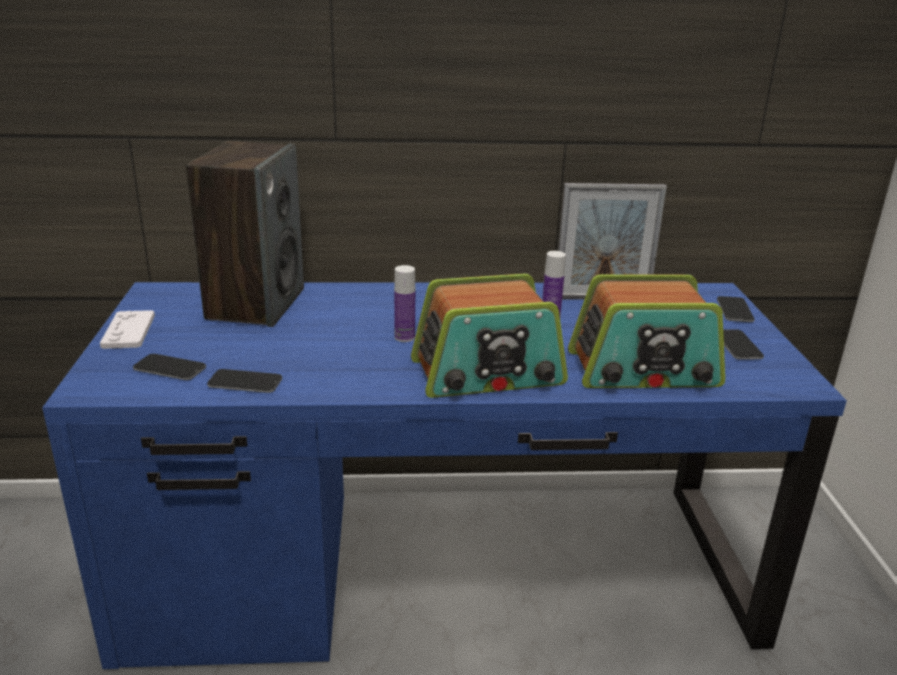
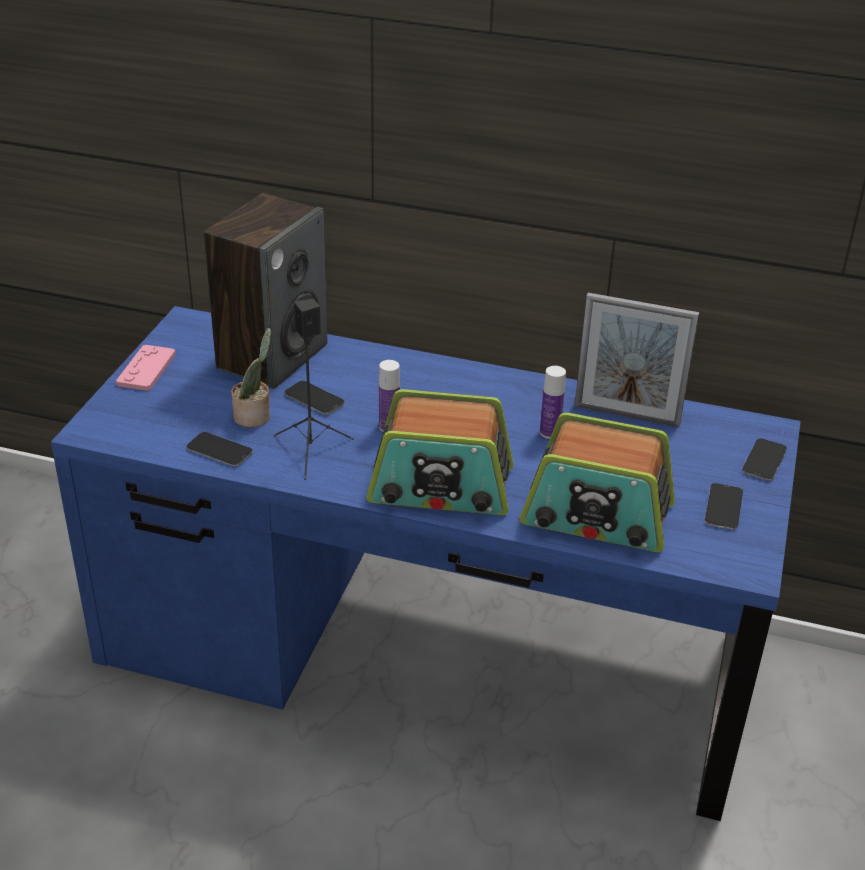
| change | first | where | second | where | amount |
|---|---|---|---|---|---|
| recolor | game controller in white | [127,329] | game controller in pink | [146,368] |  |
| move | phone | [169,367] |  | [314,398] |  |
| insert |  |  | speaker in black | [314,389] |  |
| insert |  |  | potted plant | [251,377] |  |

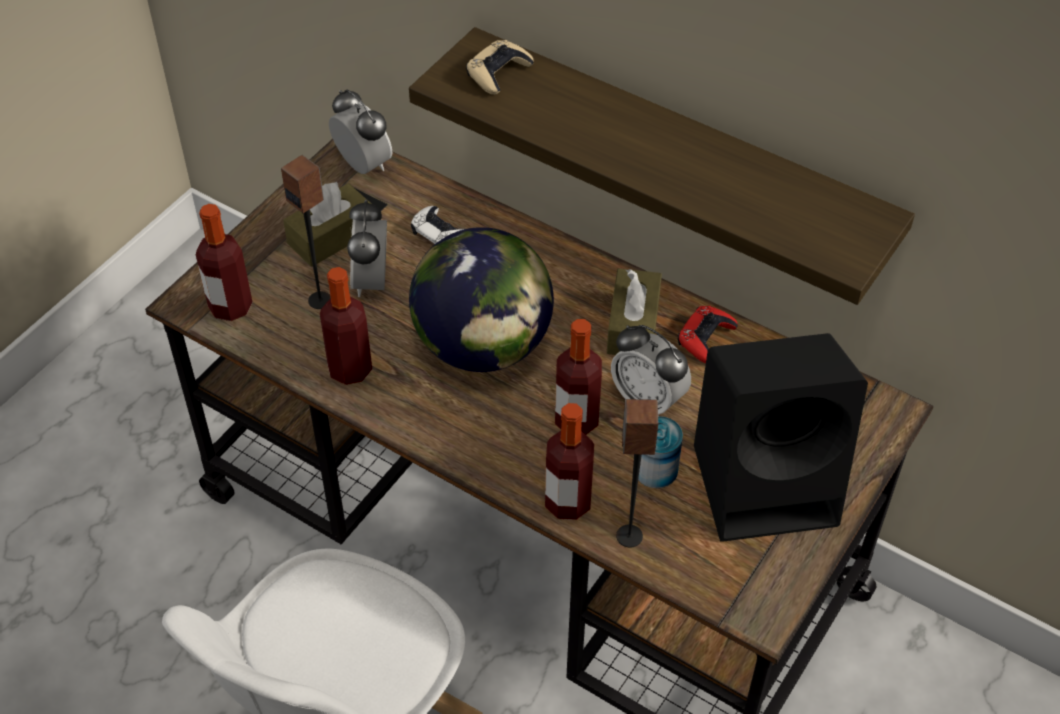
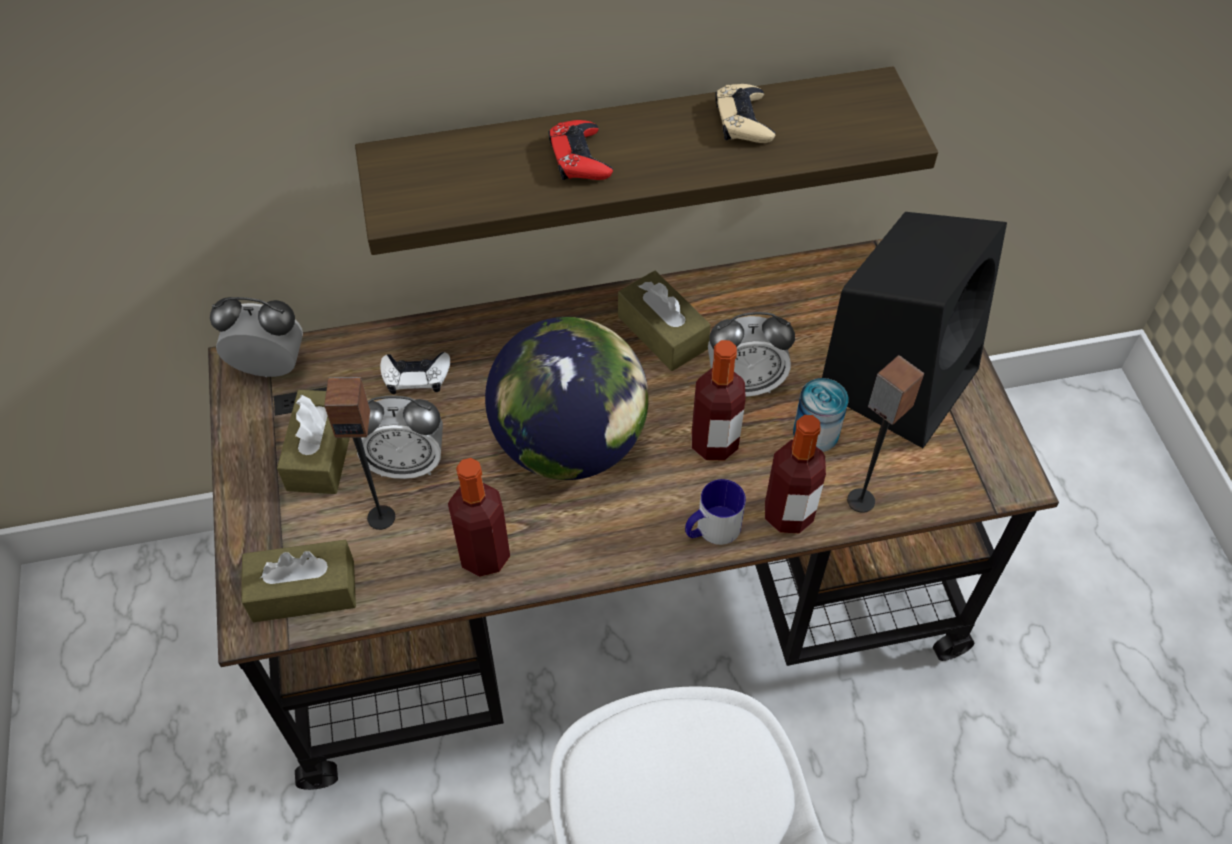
| change | first | where | second | where | amount |
|---|---|---|---|---|---|
| move | game controller in beige | [500,67] |  | [745,113] |  |
| rotate | alarm clock | [367,248] |  | [400,437] | 45 degrees counterclockwise |
| replace | bottle | [224,262] | tissue box in brown | [298,581] |  |
| move | game controller in red | [708,334] |  | [580,150] |  |
| insert |  |  | mug | [715,512] |  |

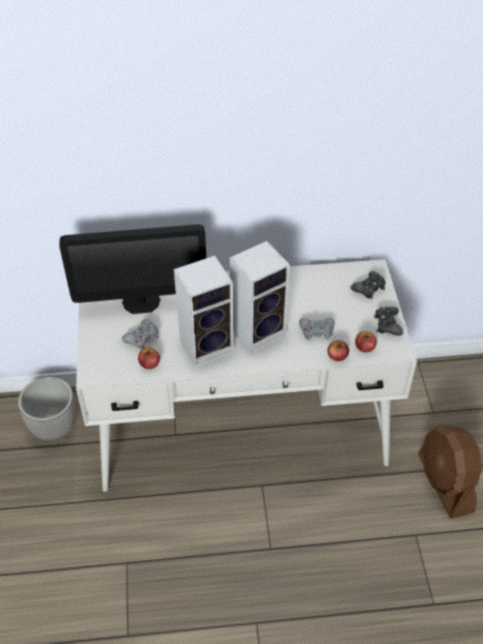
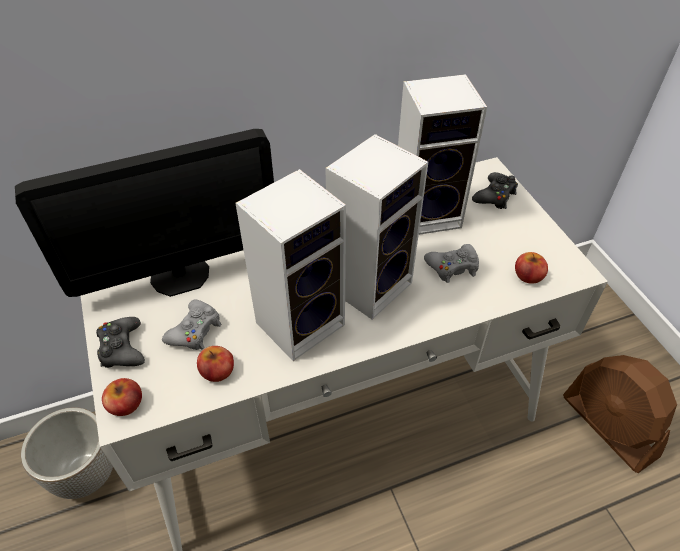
| change | first | where | second | where | amount |
|---|---|---|---|---|---|
| move | game controller in black | [388,321] |  | [120,342] |  |
| move | apple | [338,350] |  | [122,397] |  |
| insert |  |  | speaker | [442,154] |  |

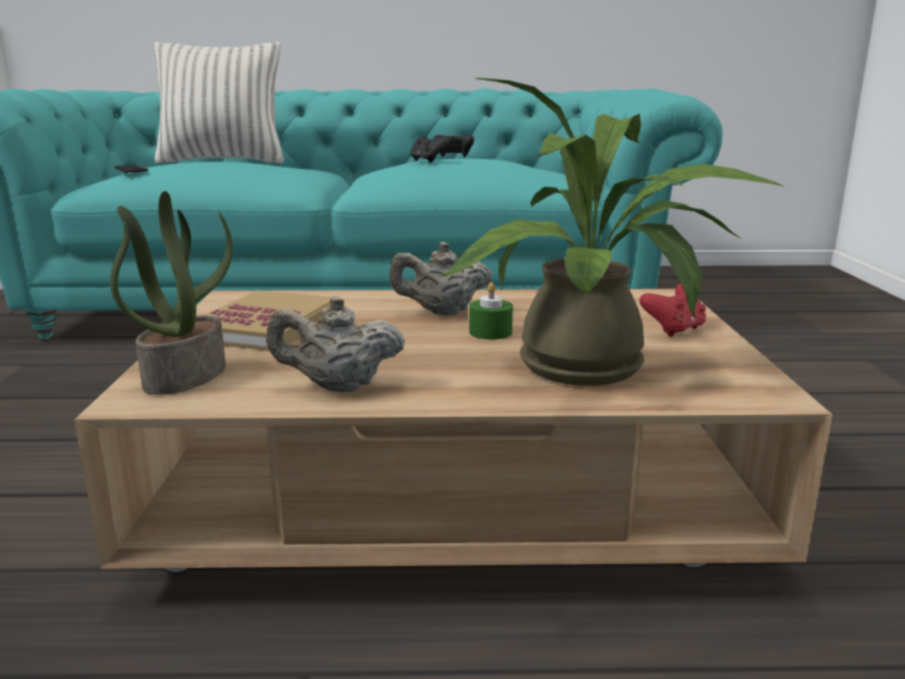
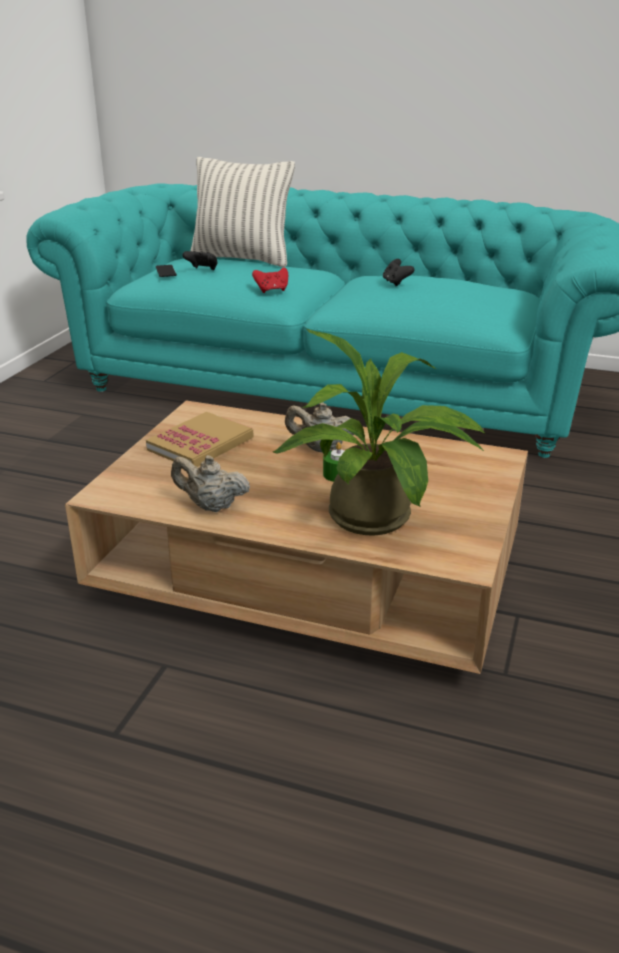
| change | first | where | second | where | amount |
|---|---|---|---|---|---|
| move | game controller in black | [453,146] |  | [199,260] |  |
| delete | potted plant | [171,293] |  |  |  |
| move | game controller in red | [672,310] |  | [270,280] |  |

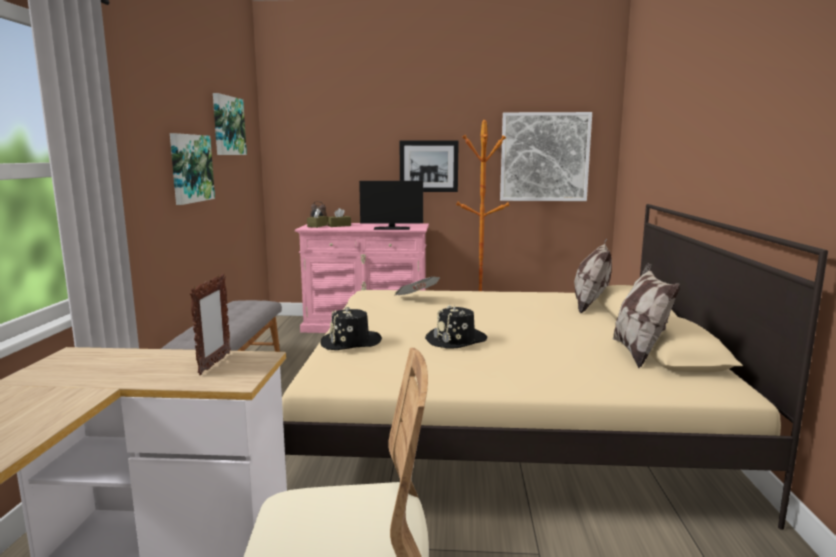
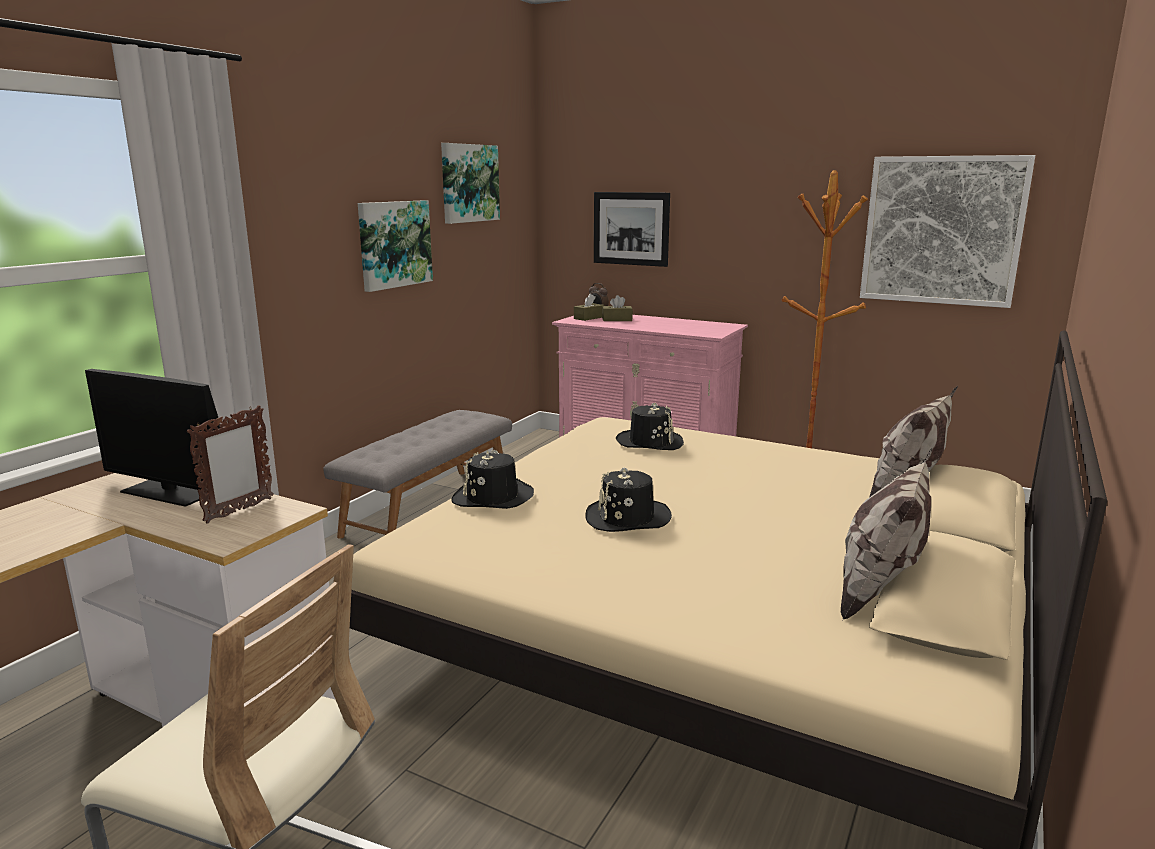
| change | first | where | second | where | amount |
|---|---|---|---|---|---|
| move | picture | [429,166] |  | [632,229] |  |
| move | monitor | [391,205] |  | [152,438] |  |
| replace | newspaper | [417,285] | hat in black | [650,426] |  |

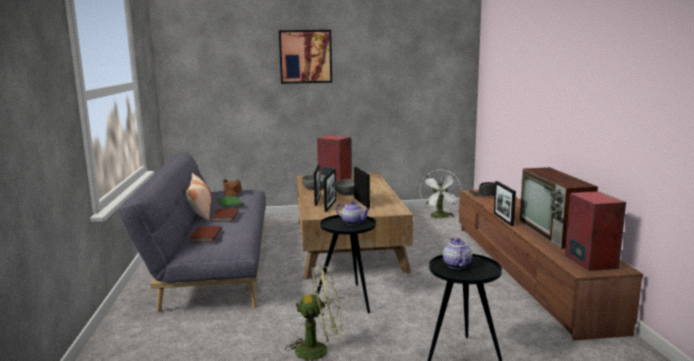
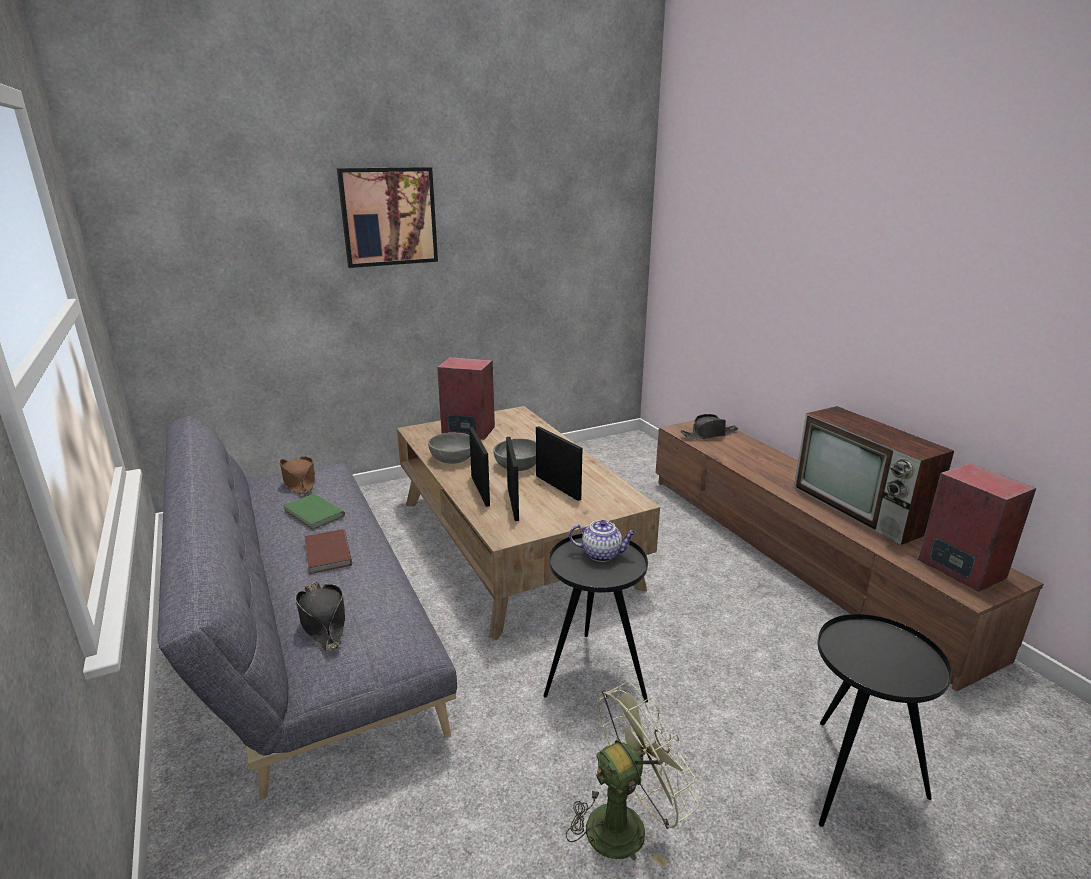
| change | first | where | second | where | amount |
|---|---|---|---|---|---|
| delete | fan in white | [440,194] |  |  |  |
| delete | pillow | [199,197] |  |  |  |
| delete | picture frame | [505,203] |  |  |  |
| replace | book in brown | [205,234] | hat in black | [320,616] |  |
| delete | teapot | [457,253] |  |  |  |

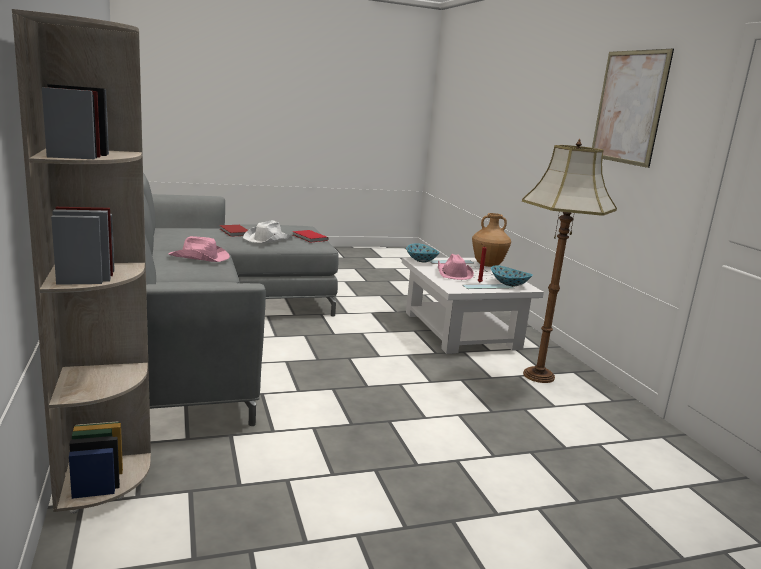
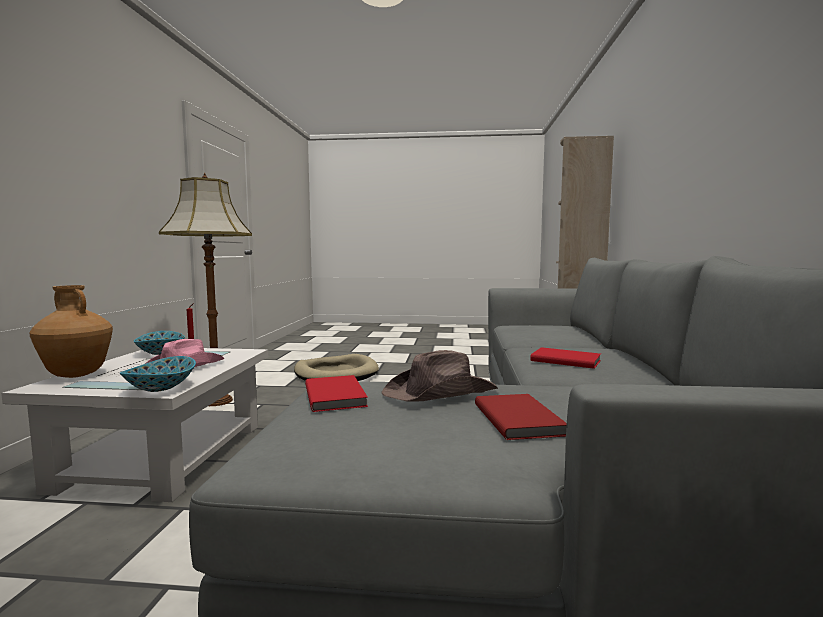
| change | first | where | second | where | amount |
|---|---|---|---|---|---|
| delete | picture | [633,108] |  |  |  |
| recolor | hat in white | [267,231] | hat in brown | [439,376] |  |
| replace | hat in pink | [199,249] | book in red | [565,358] |  |
| insert |  |  | dog bed in beige | [336,367] |  |

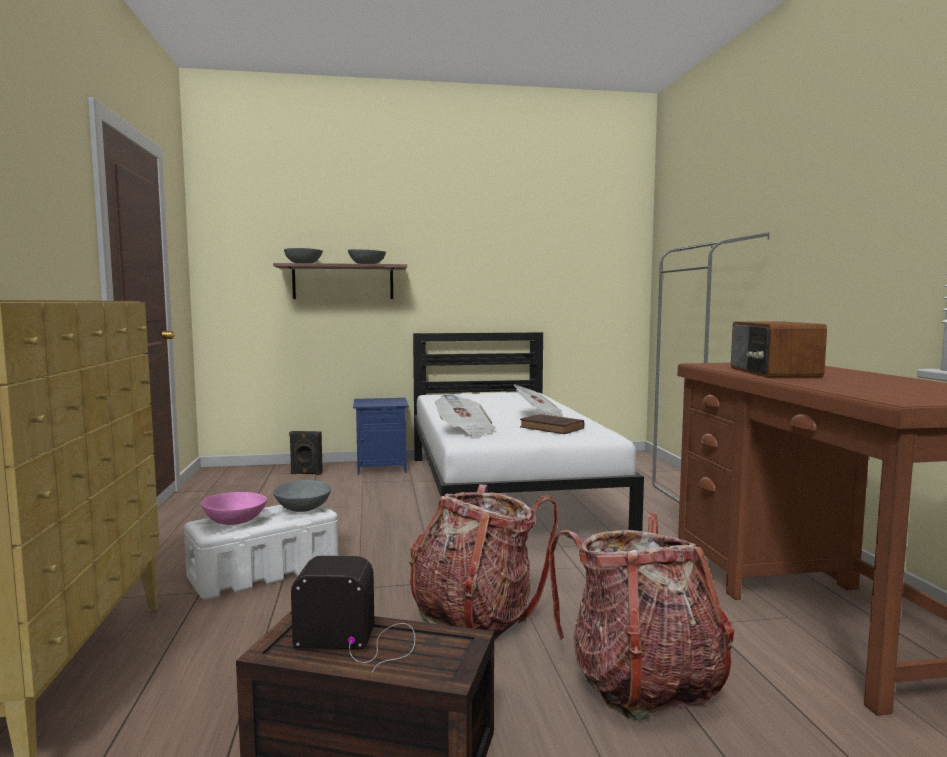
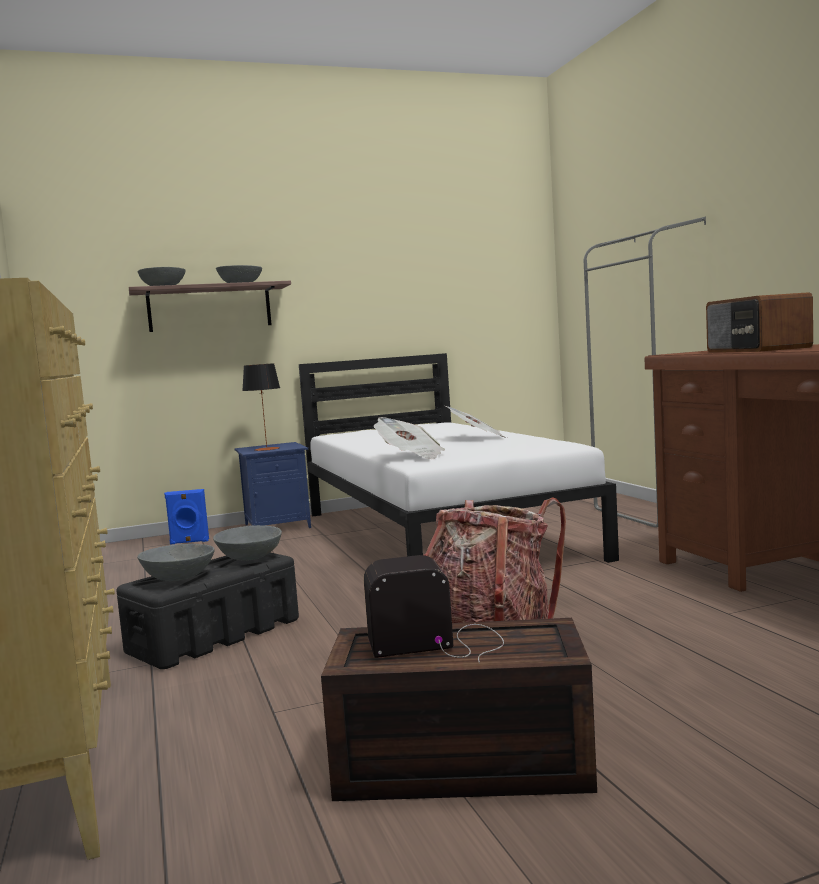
| change | first | where | second | where | amount |
|---|---|---|---|---|---|
| delete | book in brown | [552,424] |  |  |  |
| recolor | speaker in black | [306,453] | speaker in blue | [186,517] |  |
| recolor | bowl in pink | [234,508] | bowl in grey | [176,562] |  |
| recolor | storage box in white | [261,552] | storage box in black | [207,610] |  |
| delete | backpack | [641,617] |  |  |  |
| insert |  |  | table lamp | [261,407] |  |

